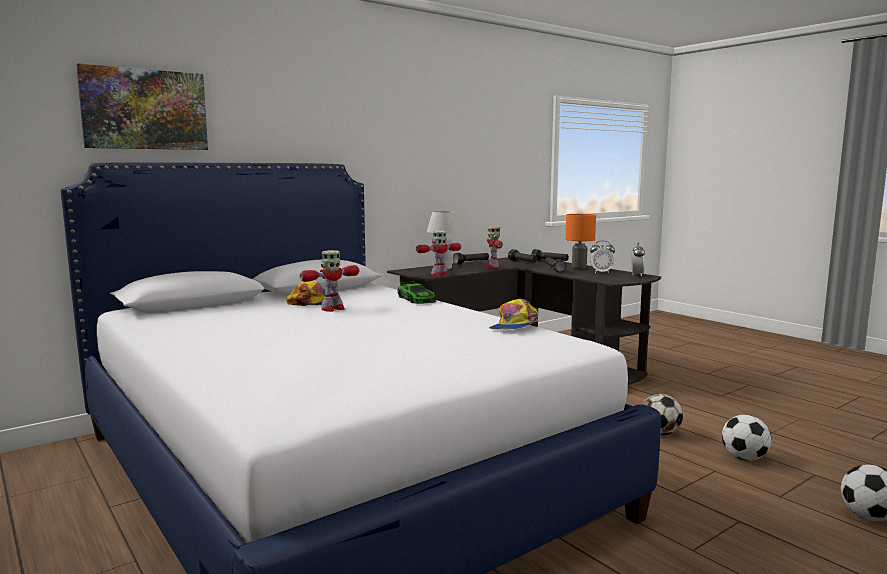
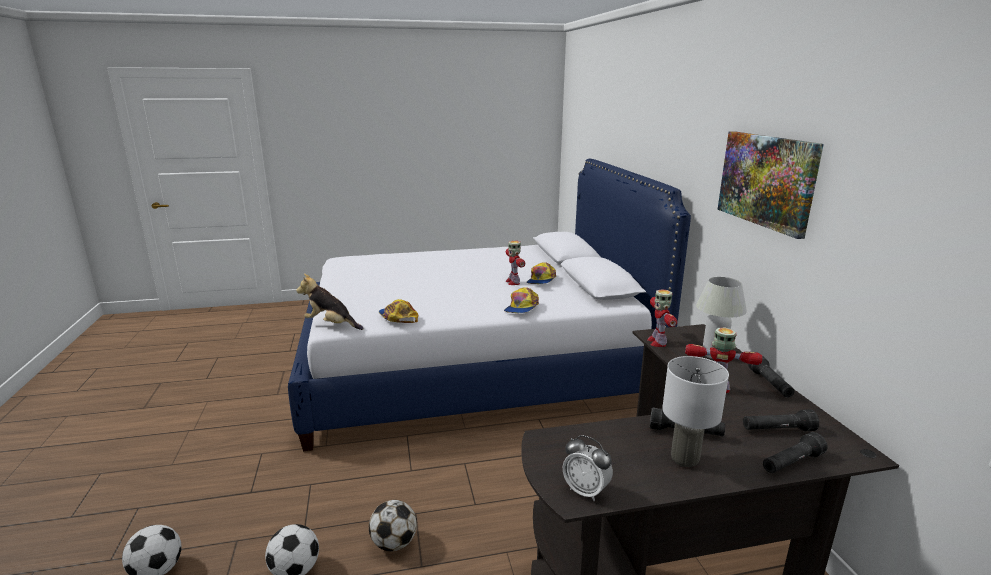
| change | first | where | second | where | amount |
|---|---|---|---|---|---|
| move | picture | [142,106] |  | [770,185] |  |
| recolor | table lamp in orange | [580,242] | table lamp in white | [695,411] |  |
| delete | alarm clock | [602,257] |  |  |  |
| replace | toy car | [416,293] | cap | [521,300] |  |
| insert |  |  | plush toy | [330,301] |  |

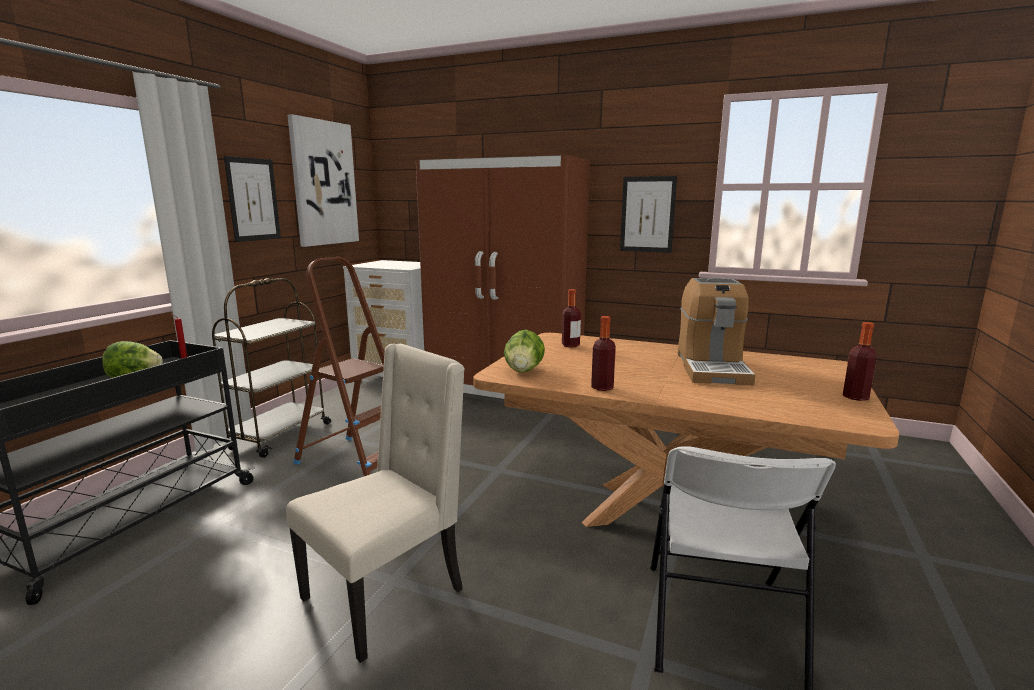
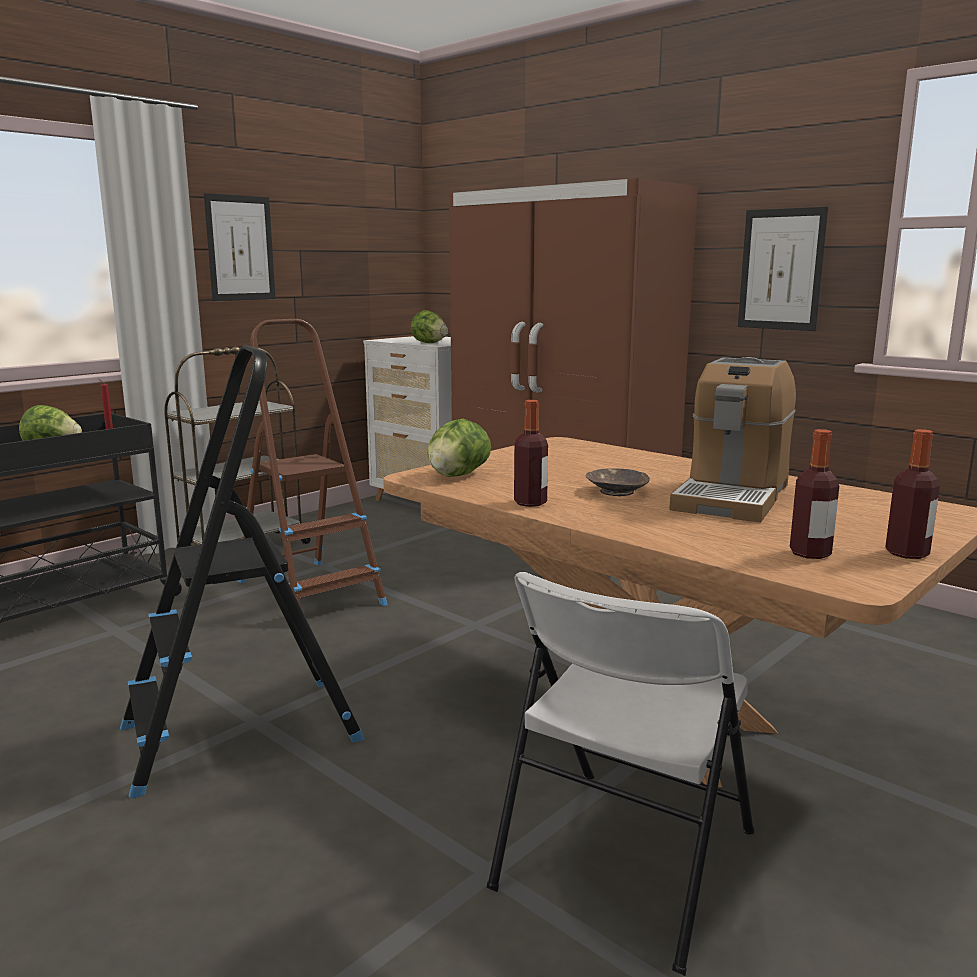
| change | first | where | second | where | amount |
|---|---|---|---|---|---|
| delete | picture | [323,180] |  |  |  |
| move | bottle | [571,318] |  | [814,494] |  |
| replace | chair in beige | [375,503] | step ladder in black | [242,571] |  |
| insert |  |  | lettuce | [429,326] |  |
| insert |  |  | bowl in brown | [617,482] |  |

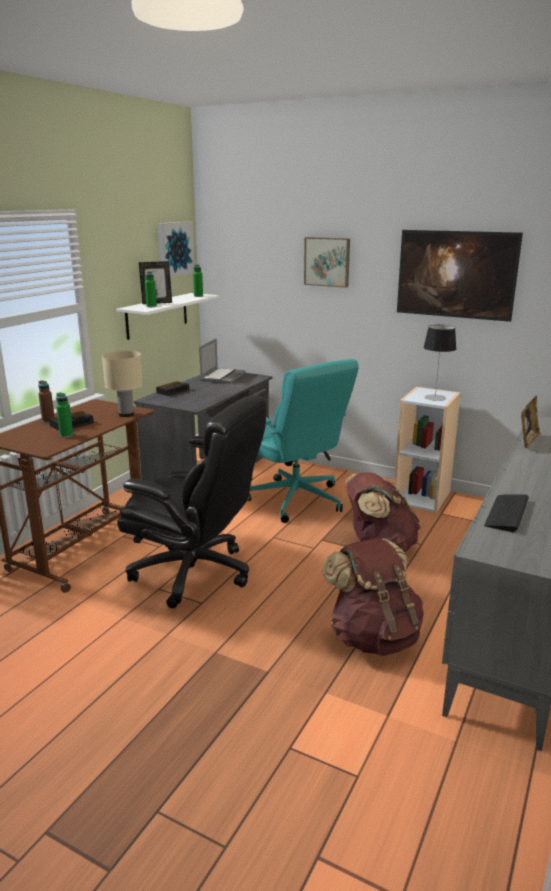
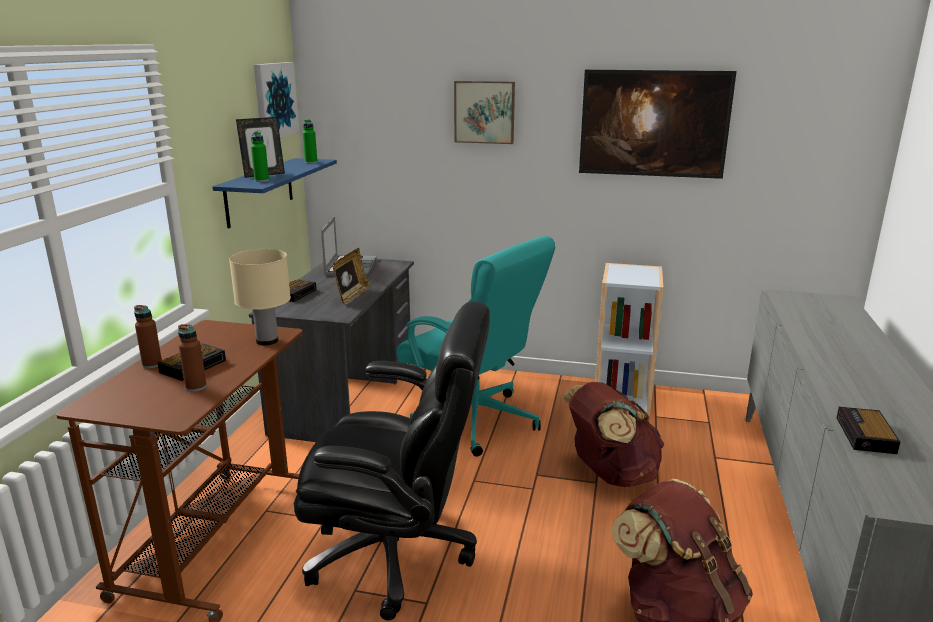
| change | first | where | second | where | amount |
|---|---|---|---|---|---|
| recolor | shelf in white | [167,316] | shelf in blue | [275,193] |  |
| delete | table lamp | [439,363] |  |  |  |
| recolor | bottle in green | [64,415] | bottle in brown | [192,358] |  |
| move | picture frame | [531,423] |  | [351,276] |  |
| replace | keyboard | [506,513] | alarm clock | [868,430] |  |

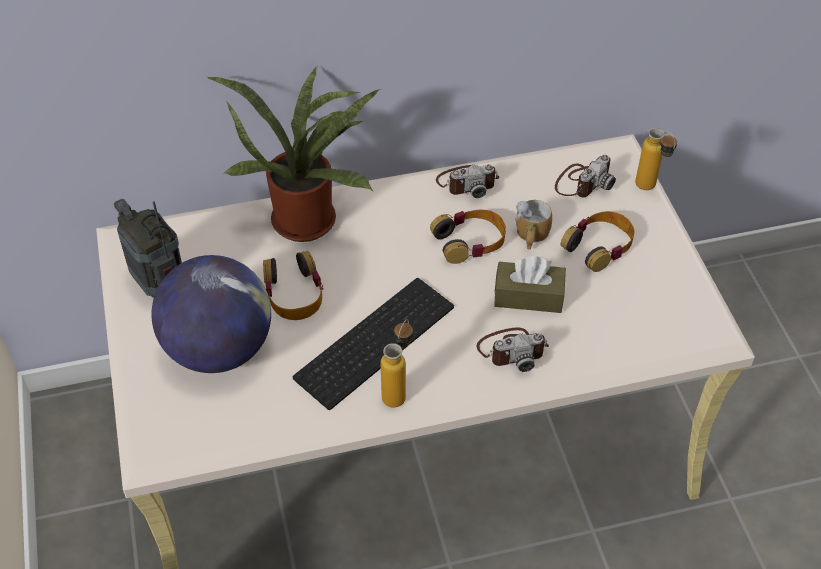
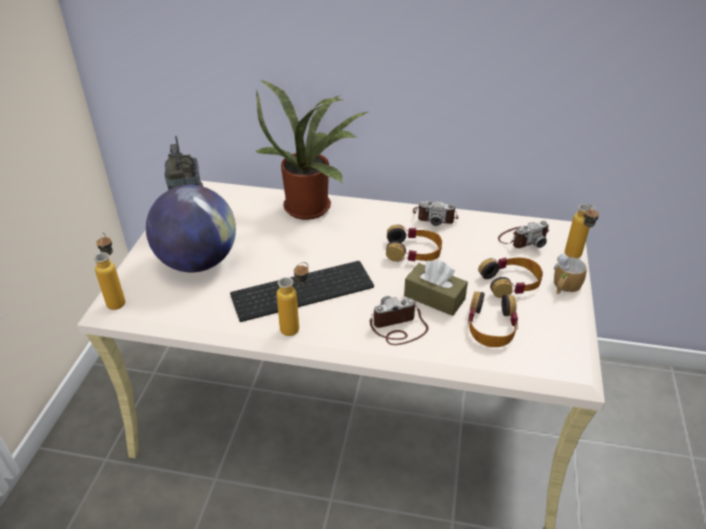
| change | first | where | second | where | amount |
|---|---|---|---|---|---|
| move | mug | [533,224] |  | [570,274] |  |
| move | headphones | [293,285] |  | [493,319] |  |
| rotate | photo camera | [513,350] |  | [399,320] | 150 degrees clockwise |
| insert |  |  | bottle | [109,271] |  |

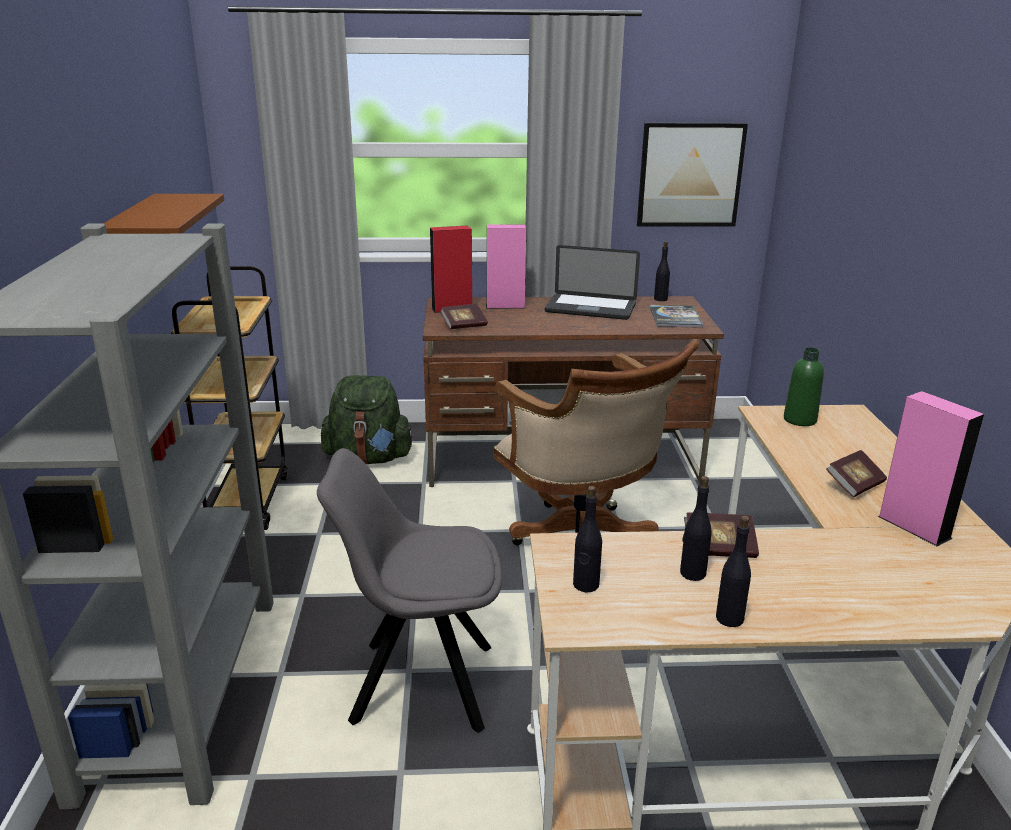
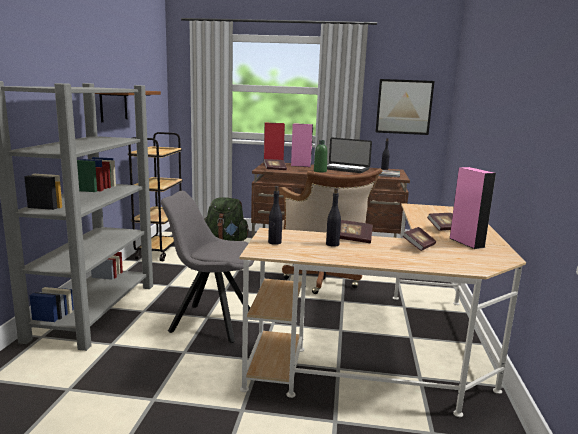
| change | first | where | second | where | amount |
|---|---|---|---|---|---|
| move | bottle in green | [804,387] |  | [320,156] |  |
| delete | bottle in black | [733,571] |  |  |  |
| insert |  |  | book | [419,239] |  |

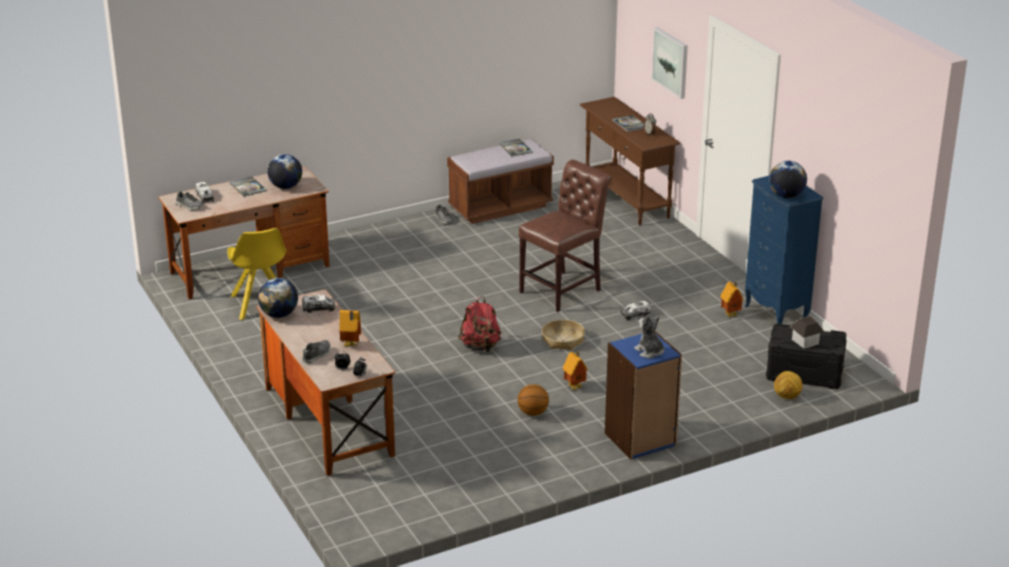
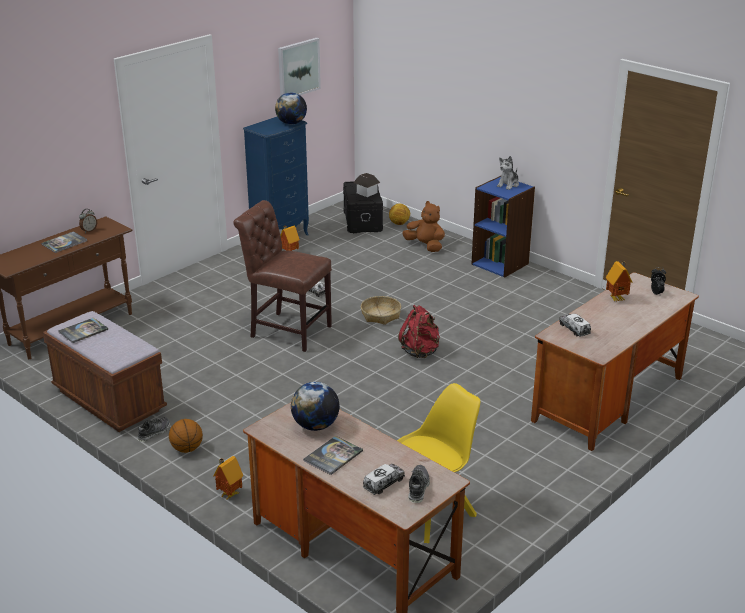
| change | first | where | second | where | amount |
|---|---|---|---|---|---|
| move | picture | [669,63] |  | [299,67] |  |
| delete | globe | [278,298] |  |  |  |
| delete | shoe | [316,352] |  |  |  |
| move | toy house | [575,370] |  | [228,478] |  |
| move | basketball | [533,400] |  | [186,436] |  |
| insert |  |  | plush toy in brown | [423,226] |  |

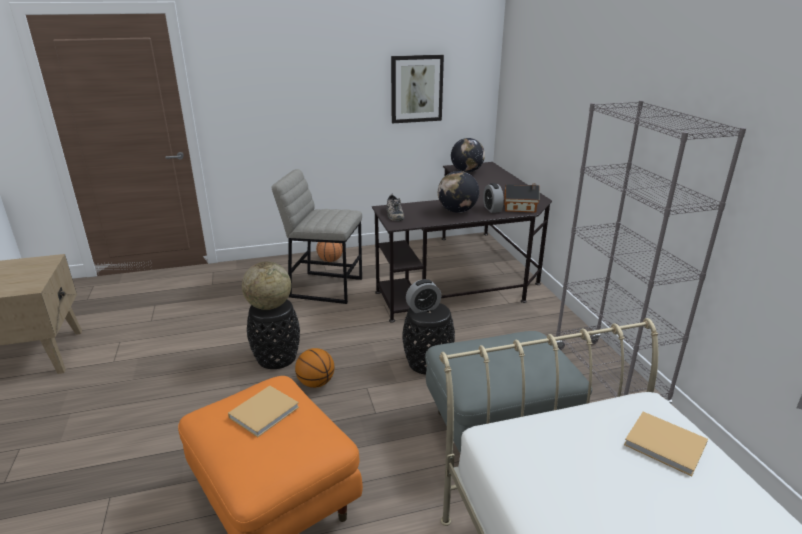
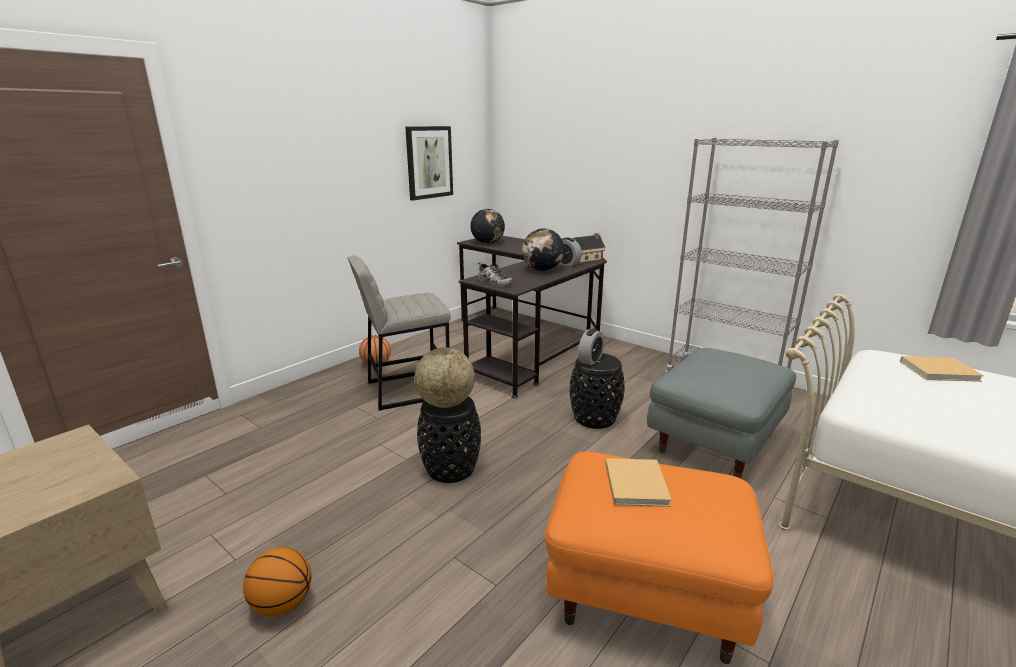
| change | first | where | second | where | amount |
|---|---|---|---|---|---|
| move | basketball | [314,368] |  | [277,581] |  |

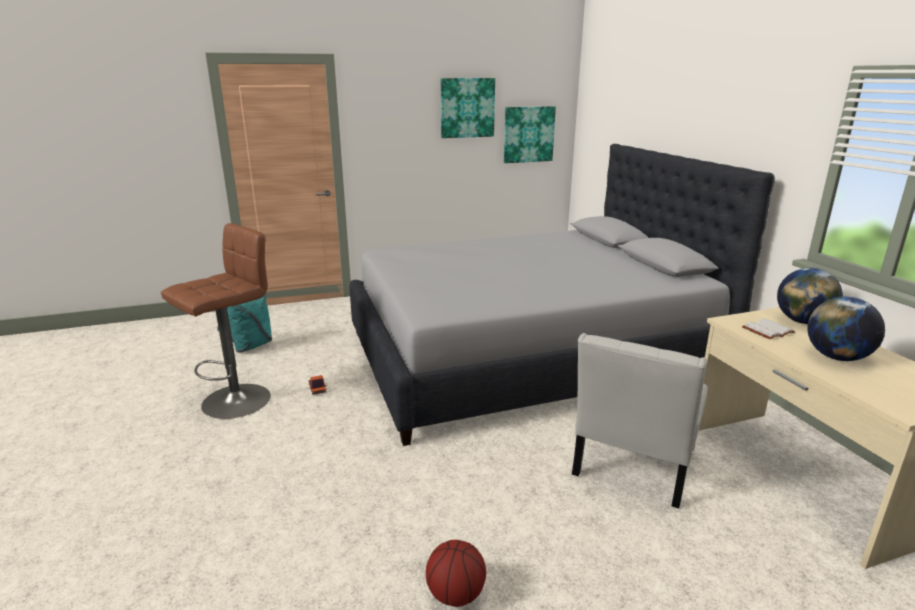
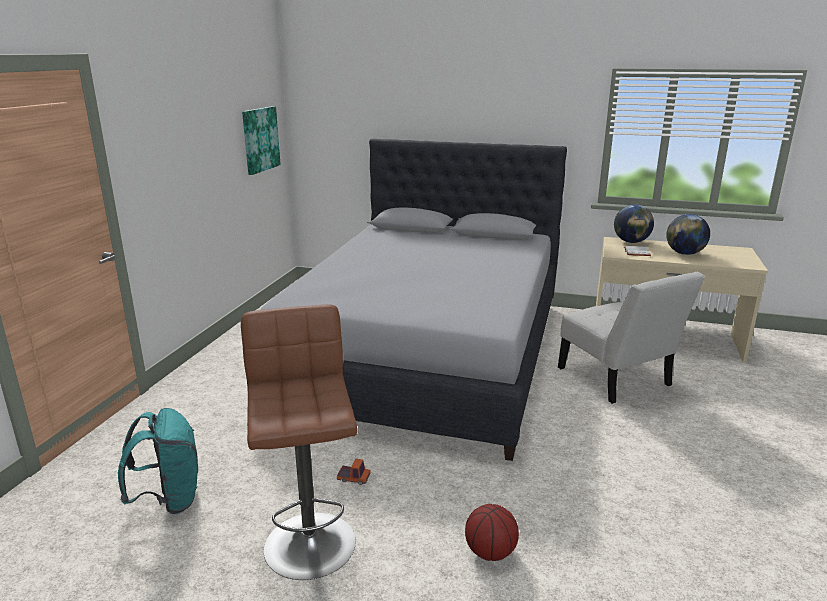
| change | first | where | second | where | amount |
|---|---|---|---|---|---|
| delete | picture | [468,108] |  |  |  |
| move | basketball | [456,573] |  | [492,532] |  |

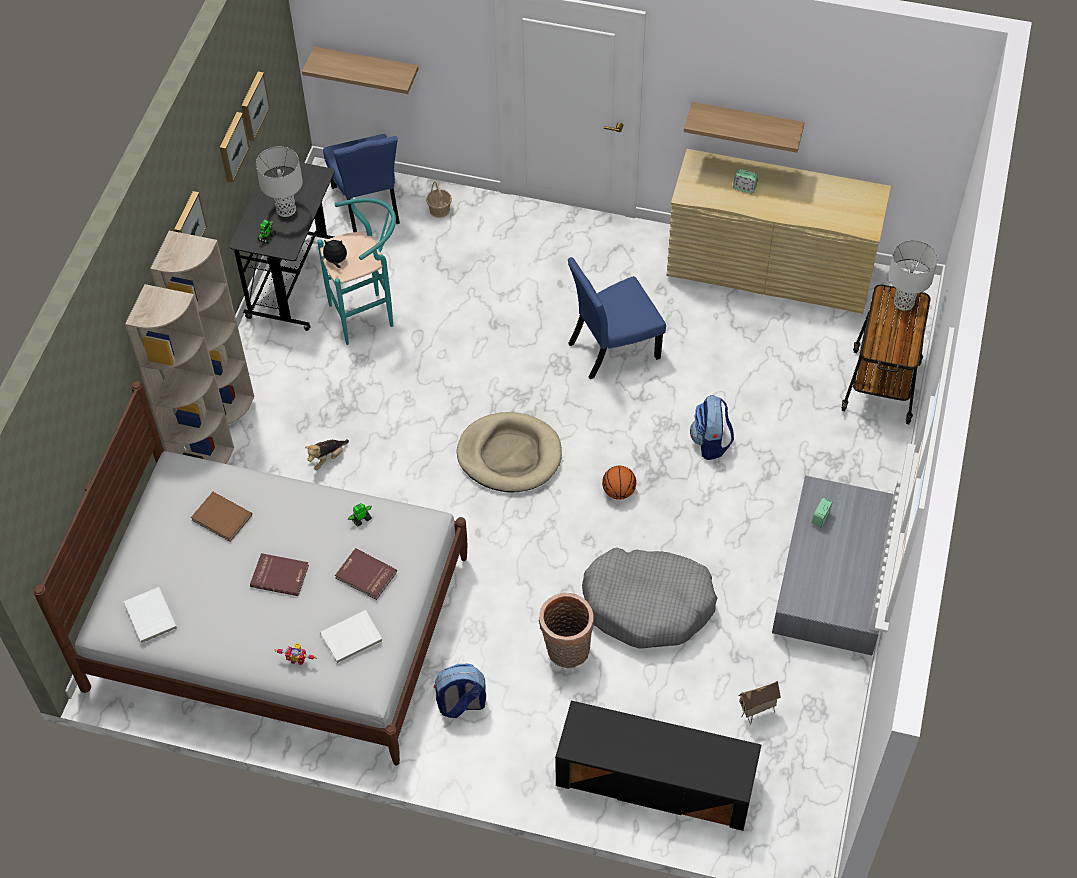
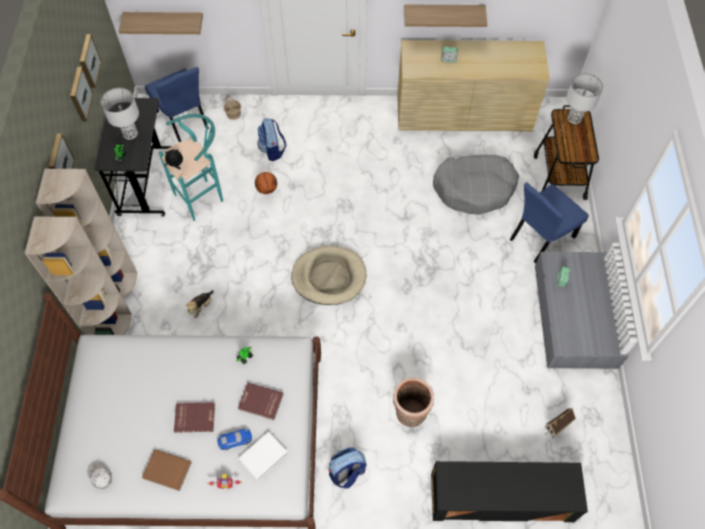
| change | first | where | second | where | amount |
|---|---|---|---|---|---|
| move | chair in blue | [617,318] |  | [549,222] |  |
| move | backpack | [712,427] |  | [271,139] |  |
| move | basketball | [619,483] |  | [266,183] |  |
| move | book in brown | [221,517] |  | [167,470] |  |
| move | dog bed in grey | [649,598] |  | [476,184] |  |
| replace | book in white | [150,615] | cap in white | [99,475] |  |
| insert |  |  | toy car in blue | [234,439] |  |

